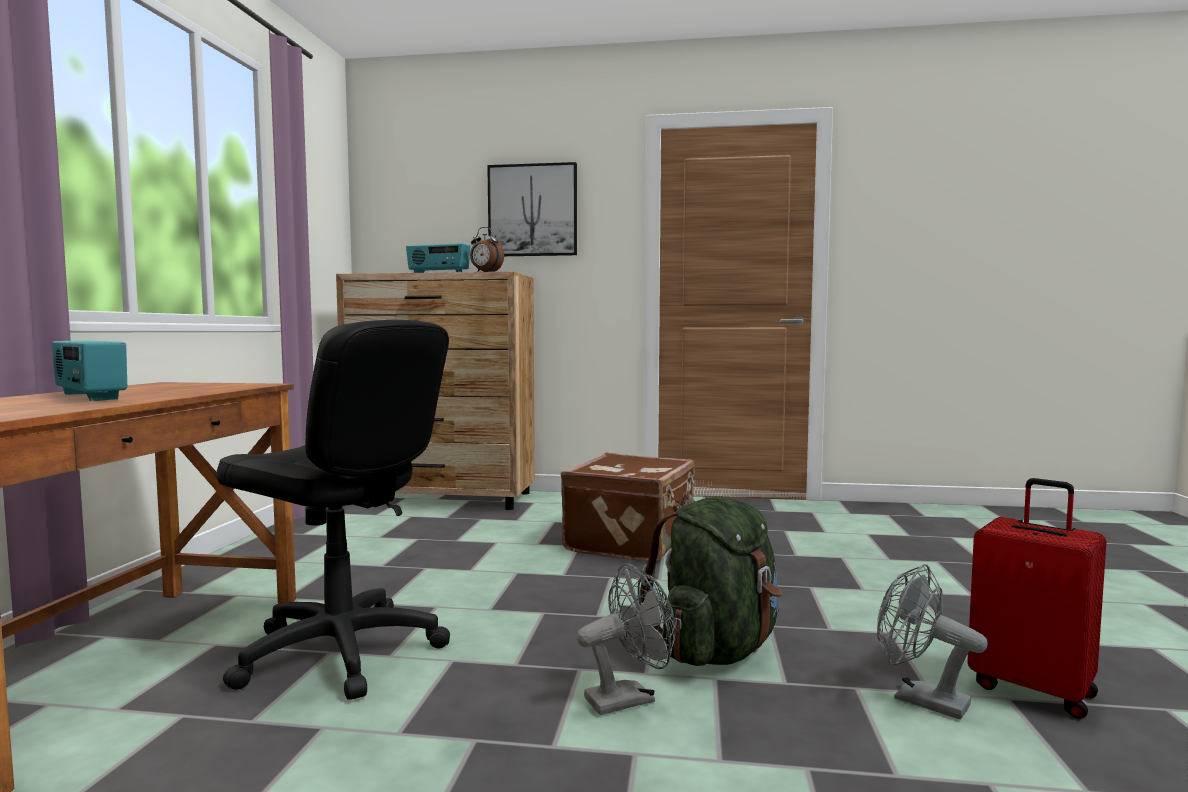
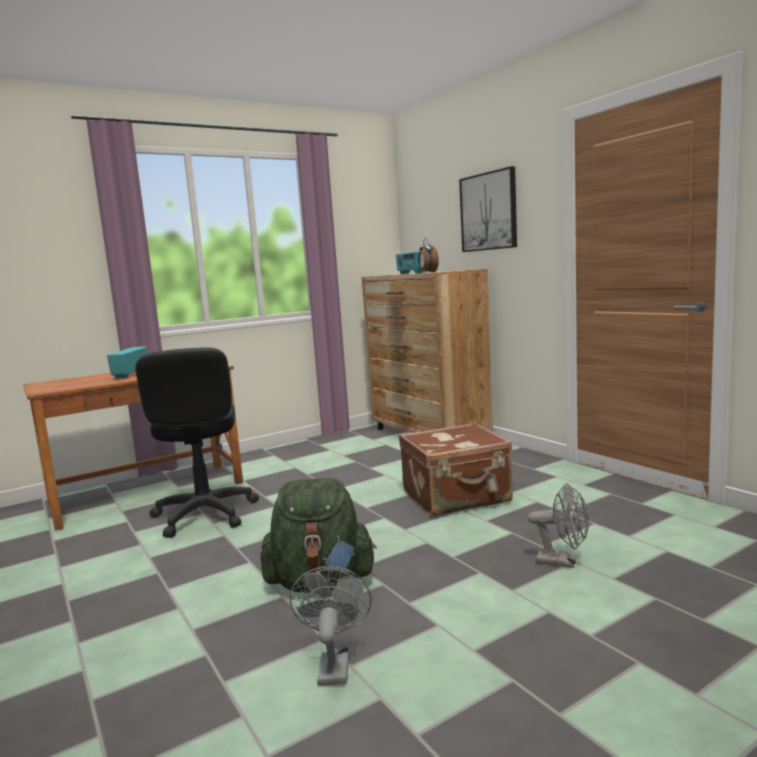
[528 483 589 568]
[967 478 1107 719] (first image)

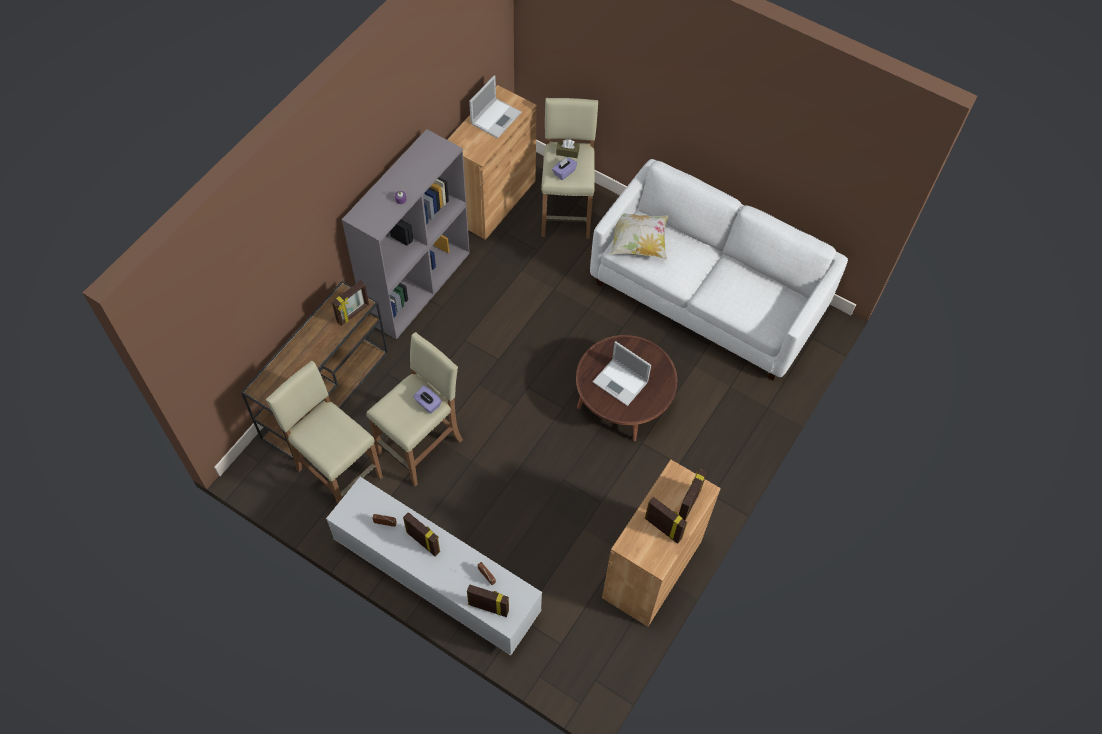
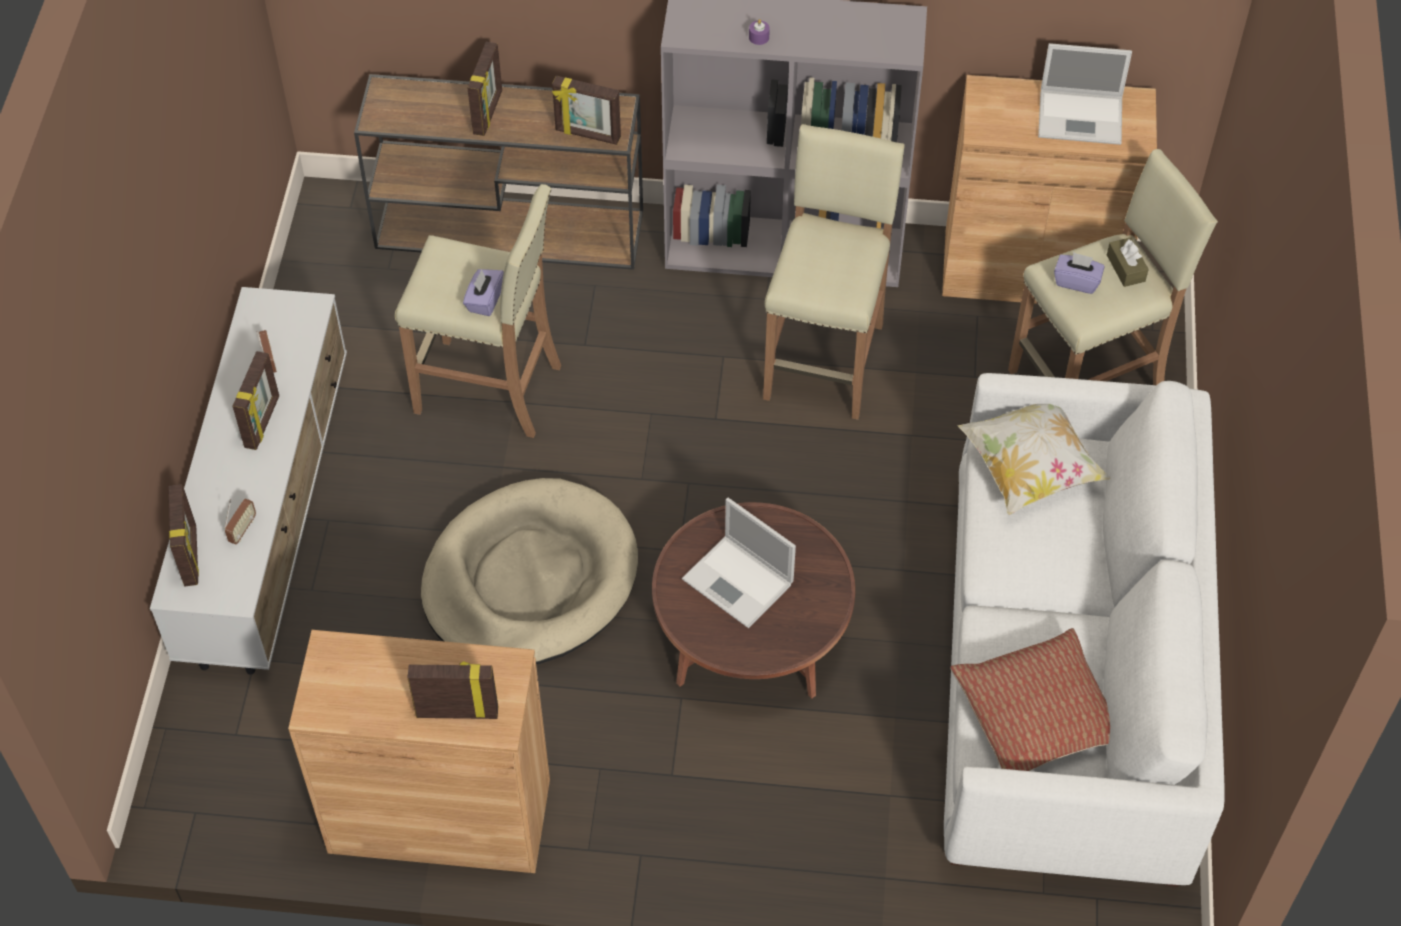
[763 124 905 420]
[682 498 796 628]
[467 42 502 136]
[421 478 638 664]
[950 628 1110 771]

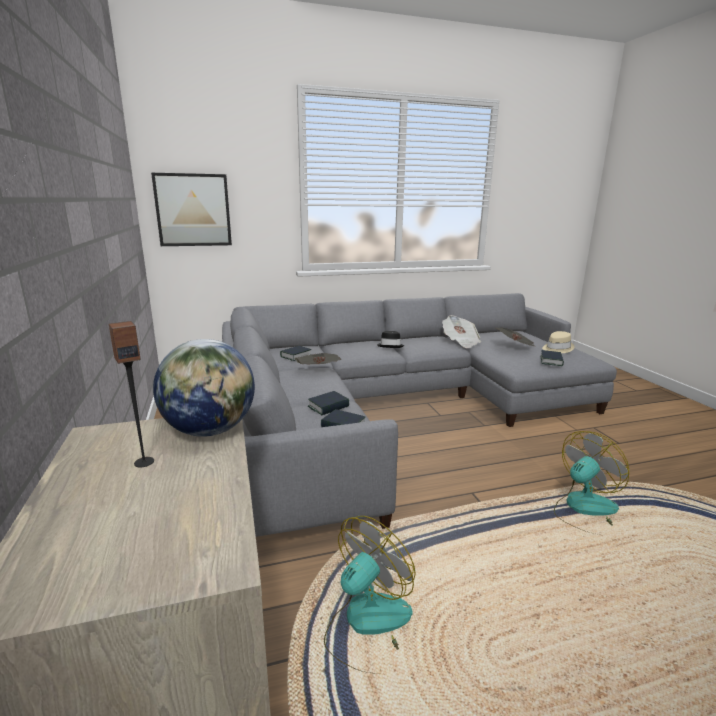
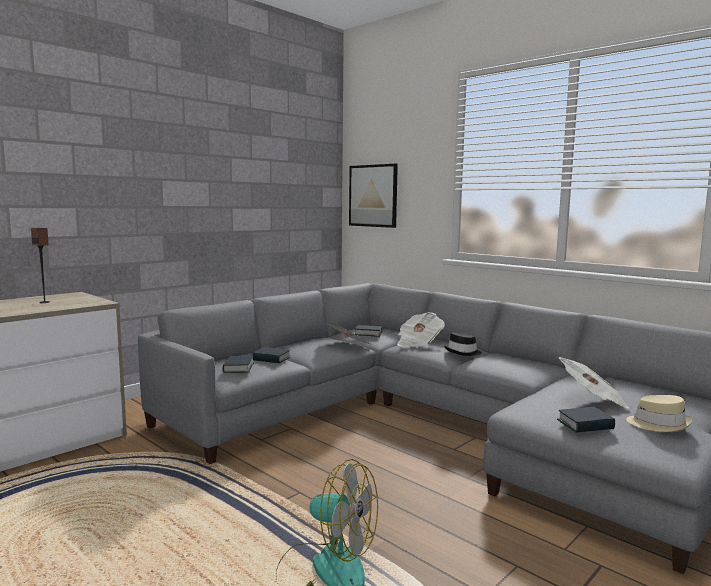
[153 339 255 437] (first image)
[324 516 416 674] (first image)
[397 312 445 347]

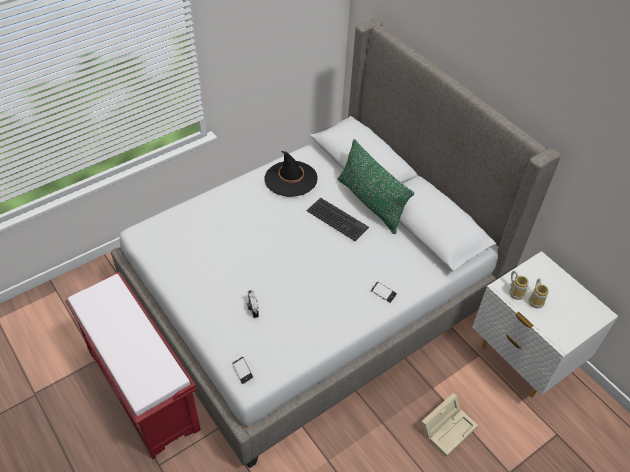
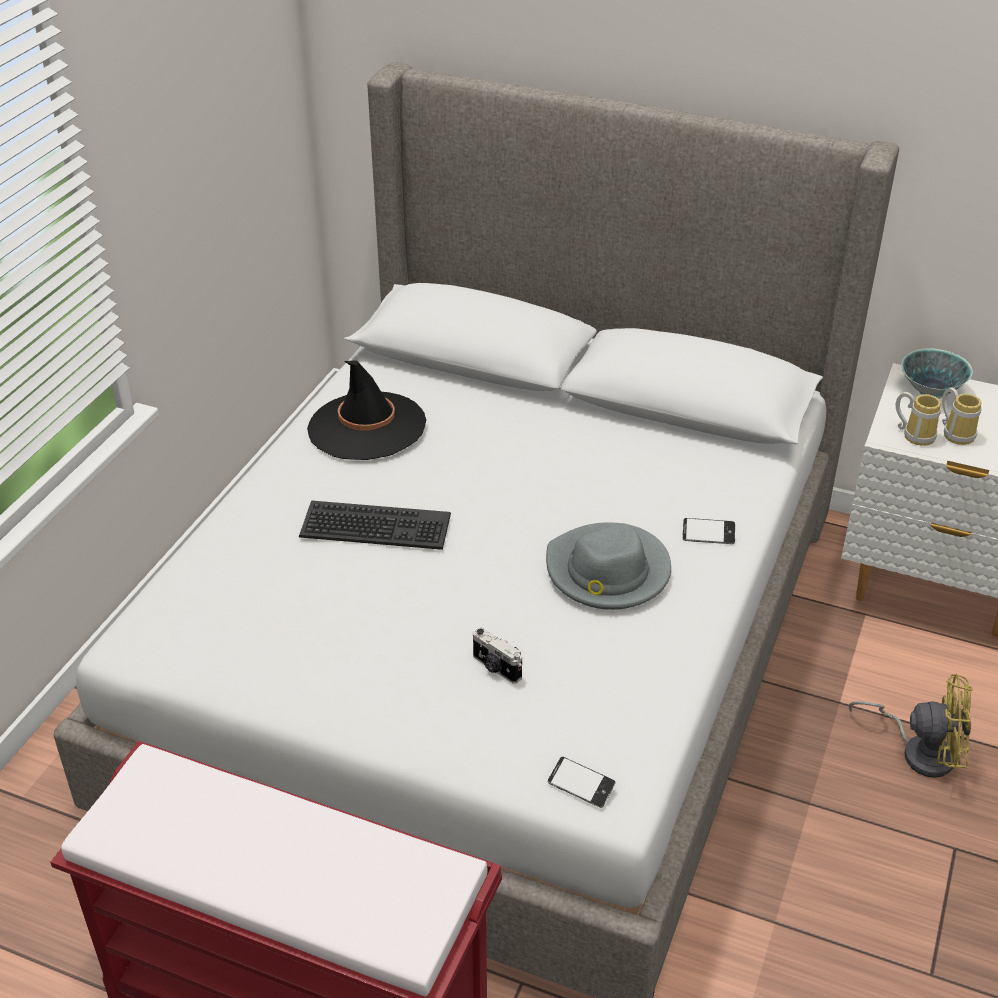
[299 500 451 550]
[338 139 414 234] (first image)
[849 674 973 778]
[546 522 671 610]
[901 348 973 399]

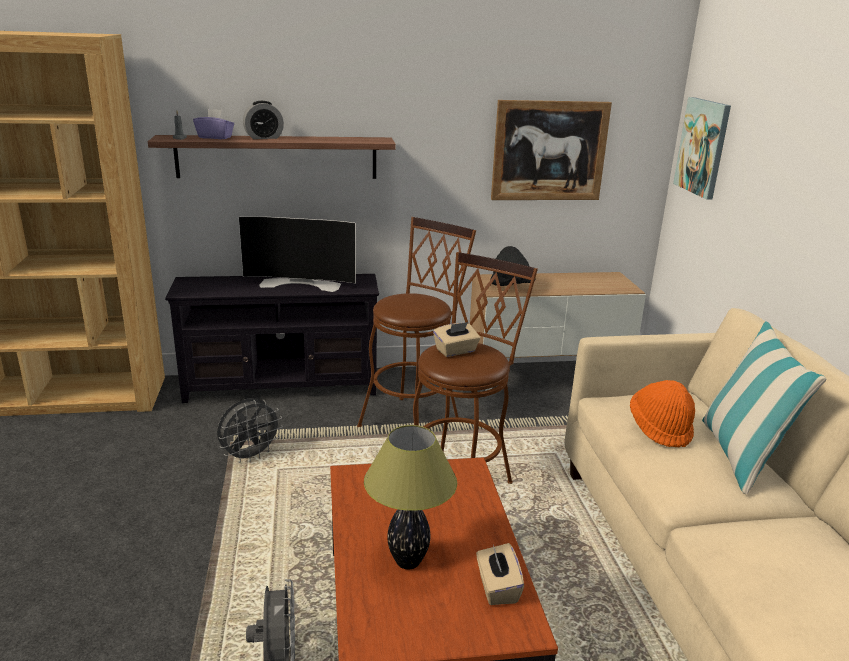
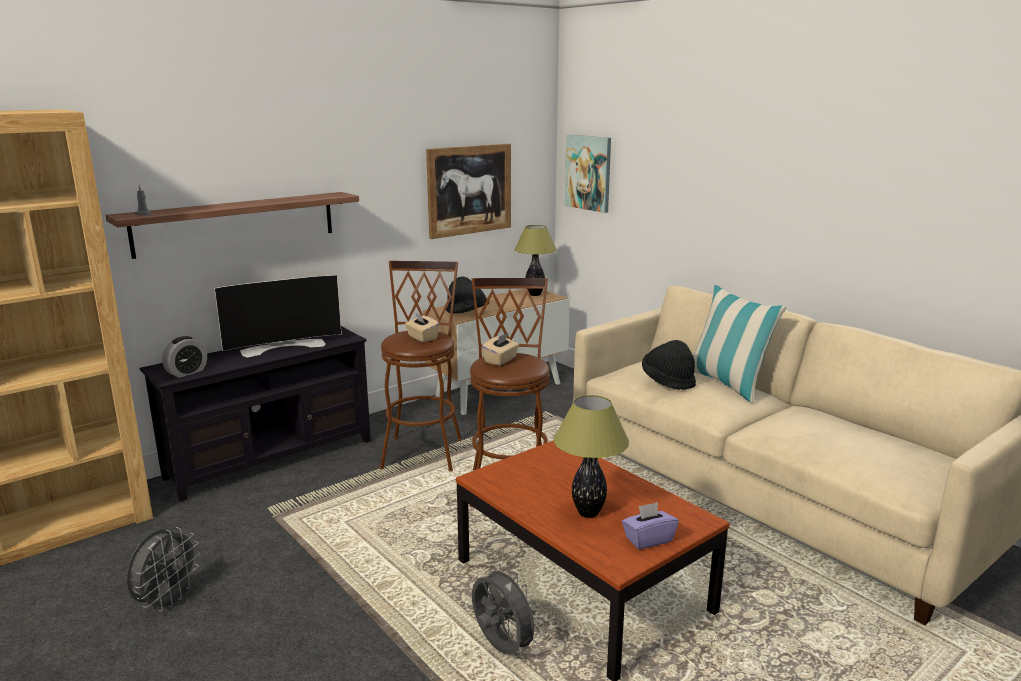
[622 502 679 549]
[127 527 200 612]
[162 336 207 378]
[405 312 439 342]
[642 340 696 390]
[514 225 557 296]

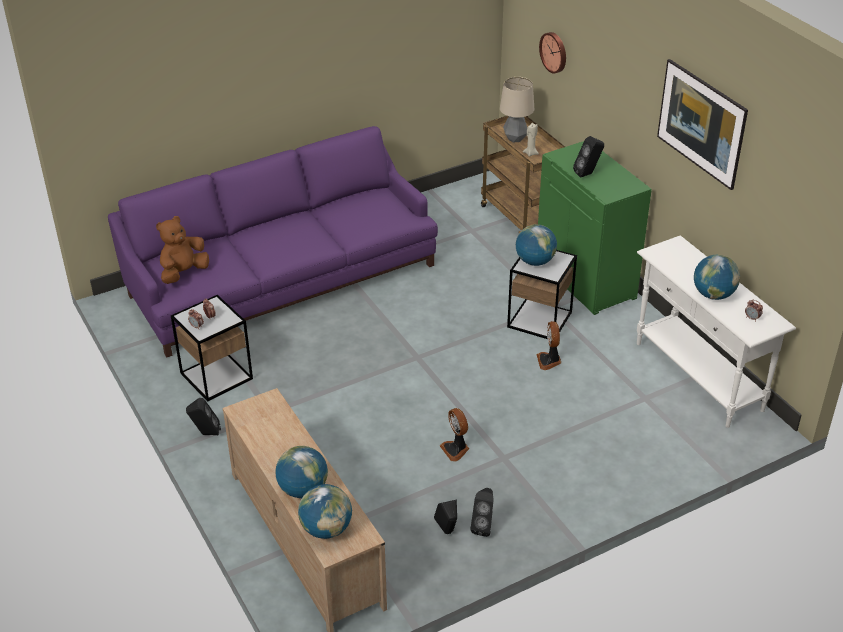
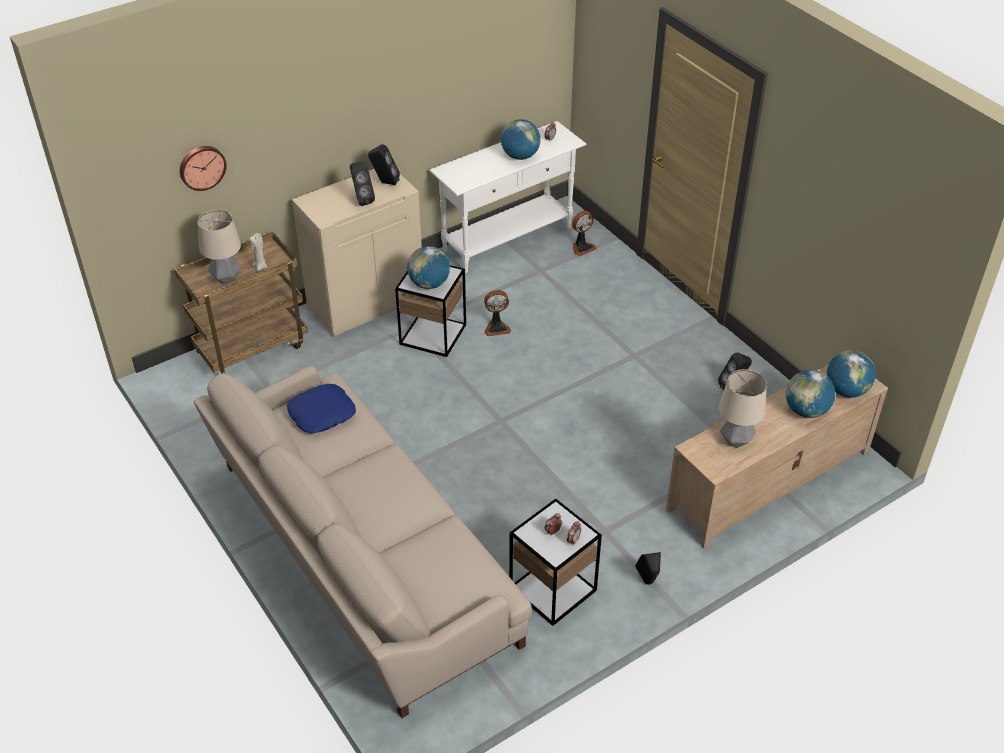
[194 366 532 718]
[156 216 209 284] (first image)
[572 211 597 256]
[368 144 400 185]
[292 169 422 337]
[657 59 748 190] (first image)
[287 384 356 433]
[719 369 767 448]

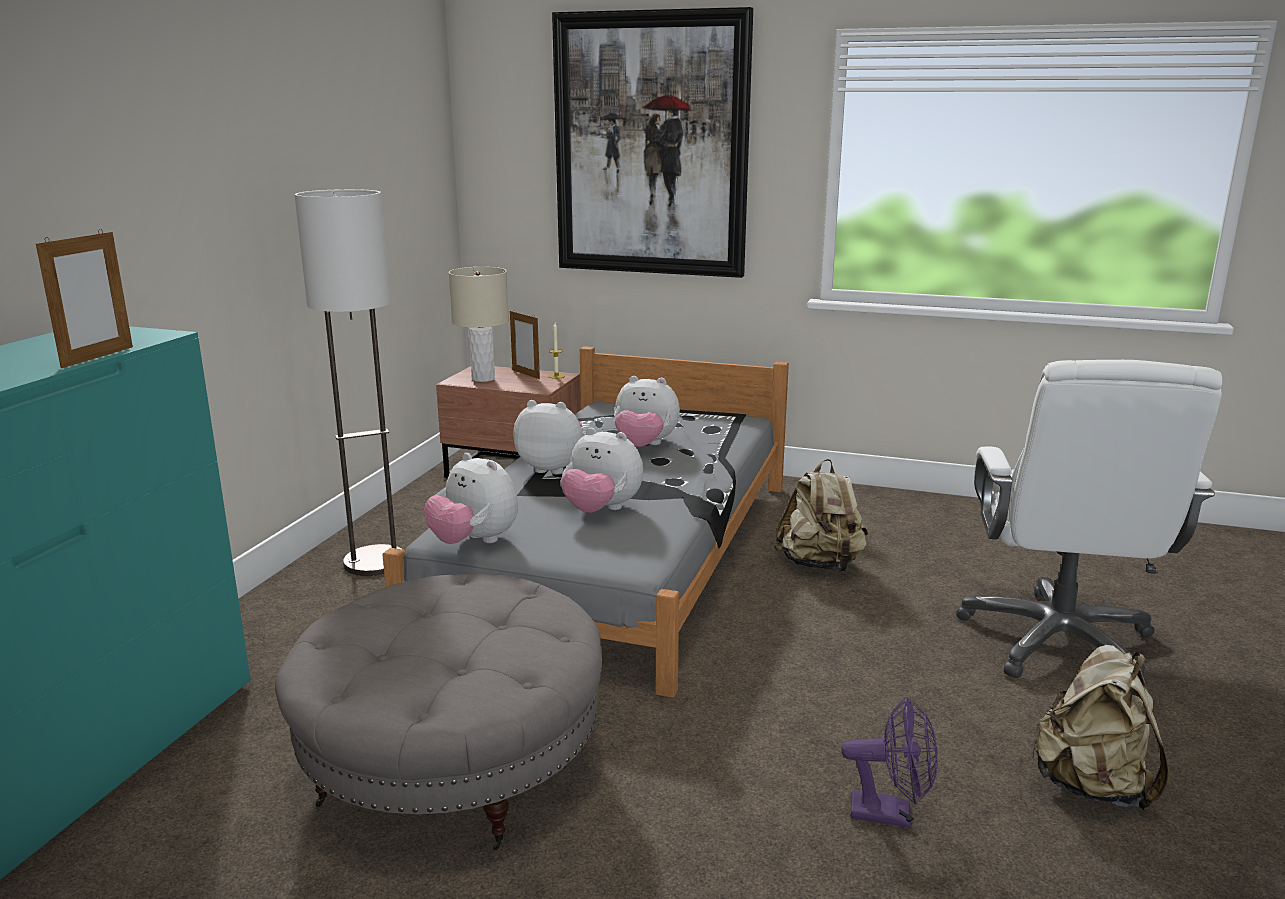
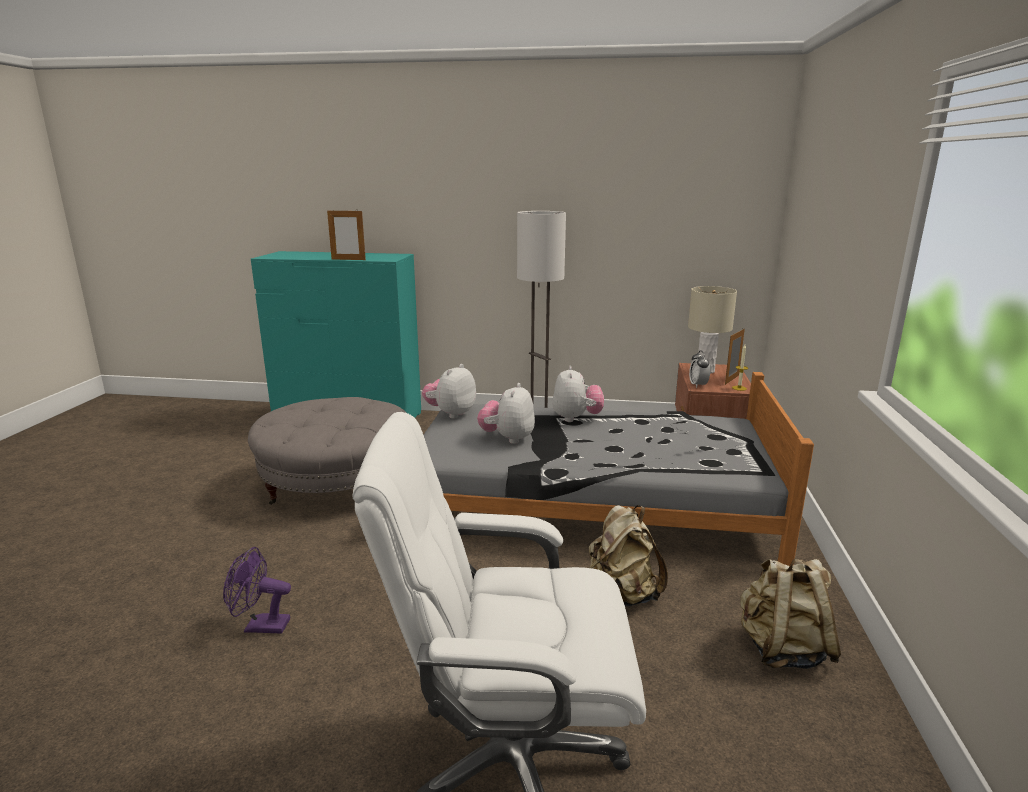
[552 7 753 278] (first image)
[614 376 680 447] (first image)
[223 547 291 634]
[740 559 841 669]
[689 350 710 388]

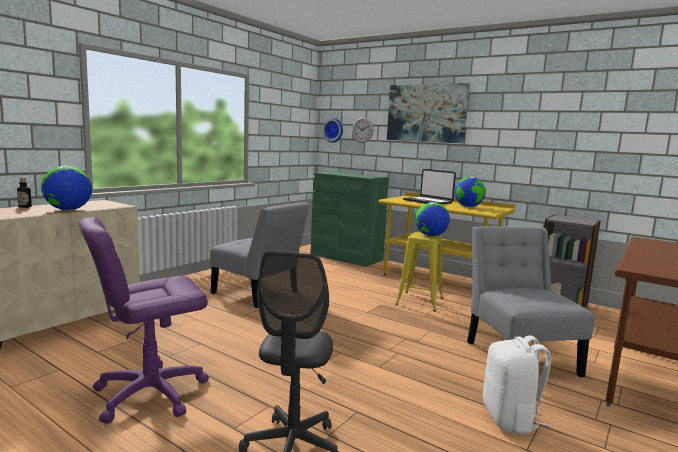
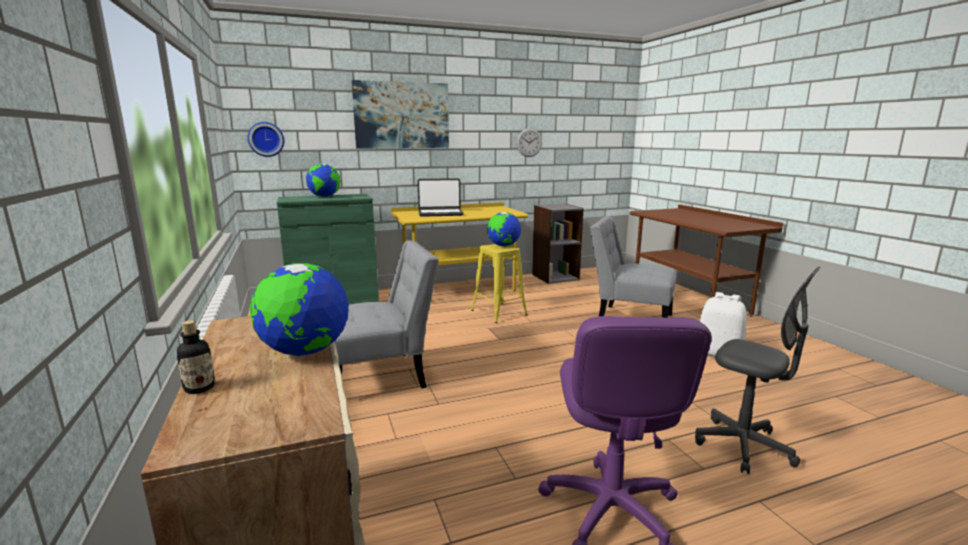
[517 128 542 157]
[306 164 340 197]

